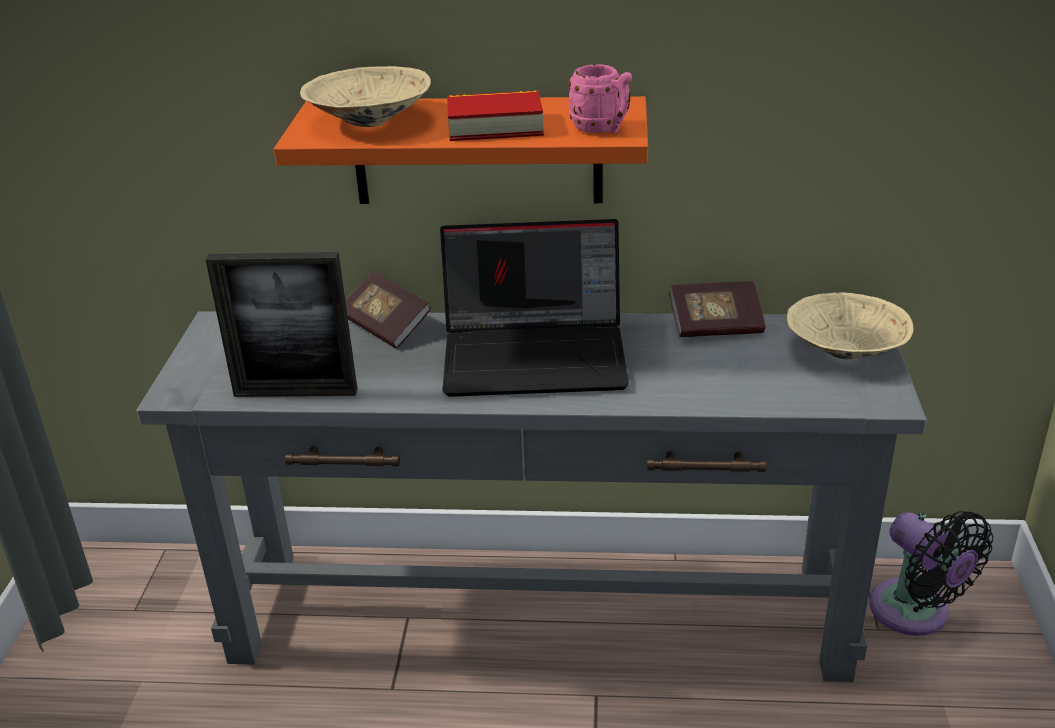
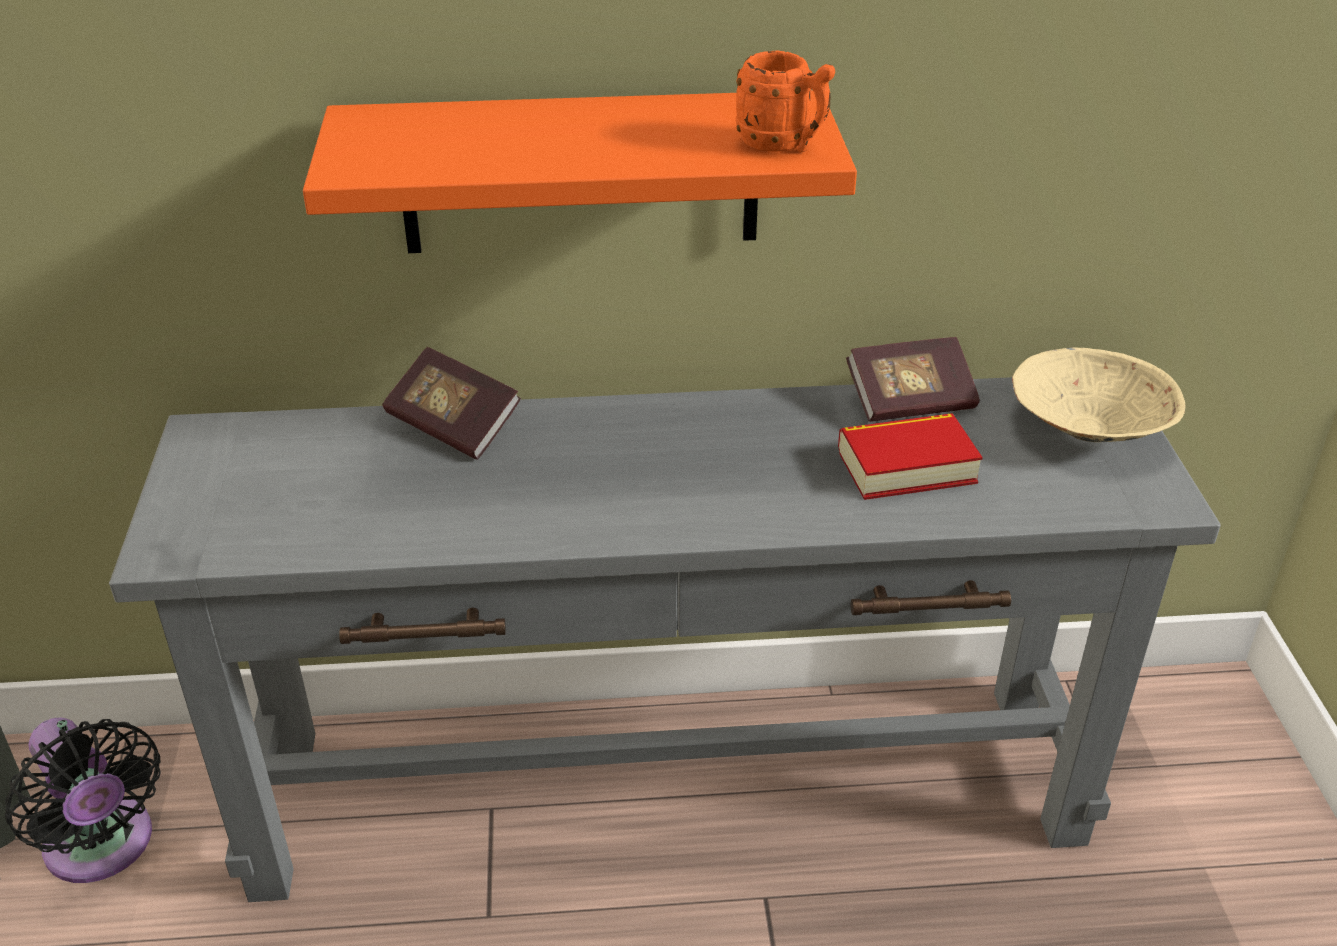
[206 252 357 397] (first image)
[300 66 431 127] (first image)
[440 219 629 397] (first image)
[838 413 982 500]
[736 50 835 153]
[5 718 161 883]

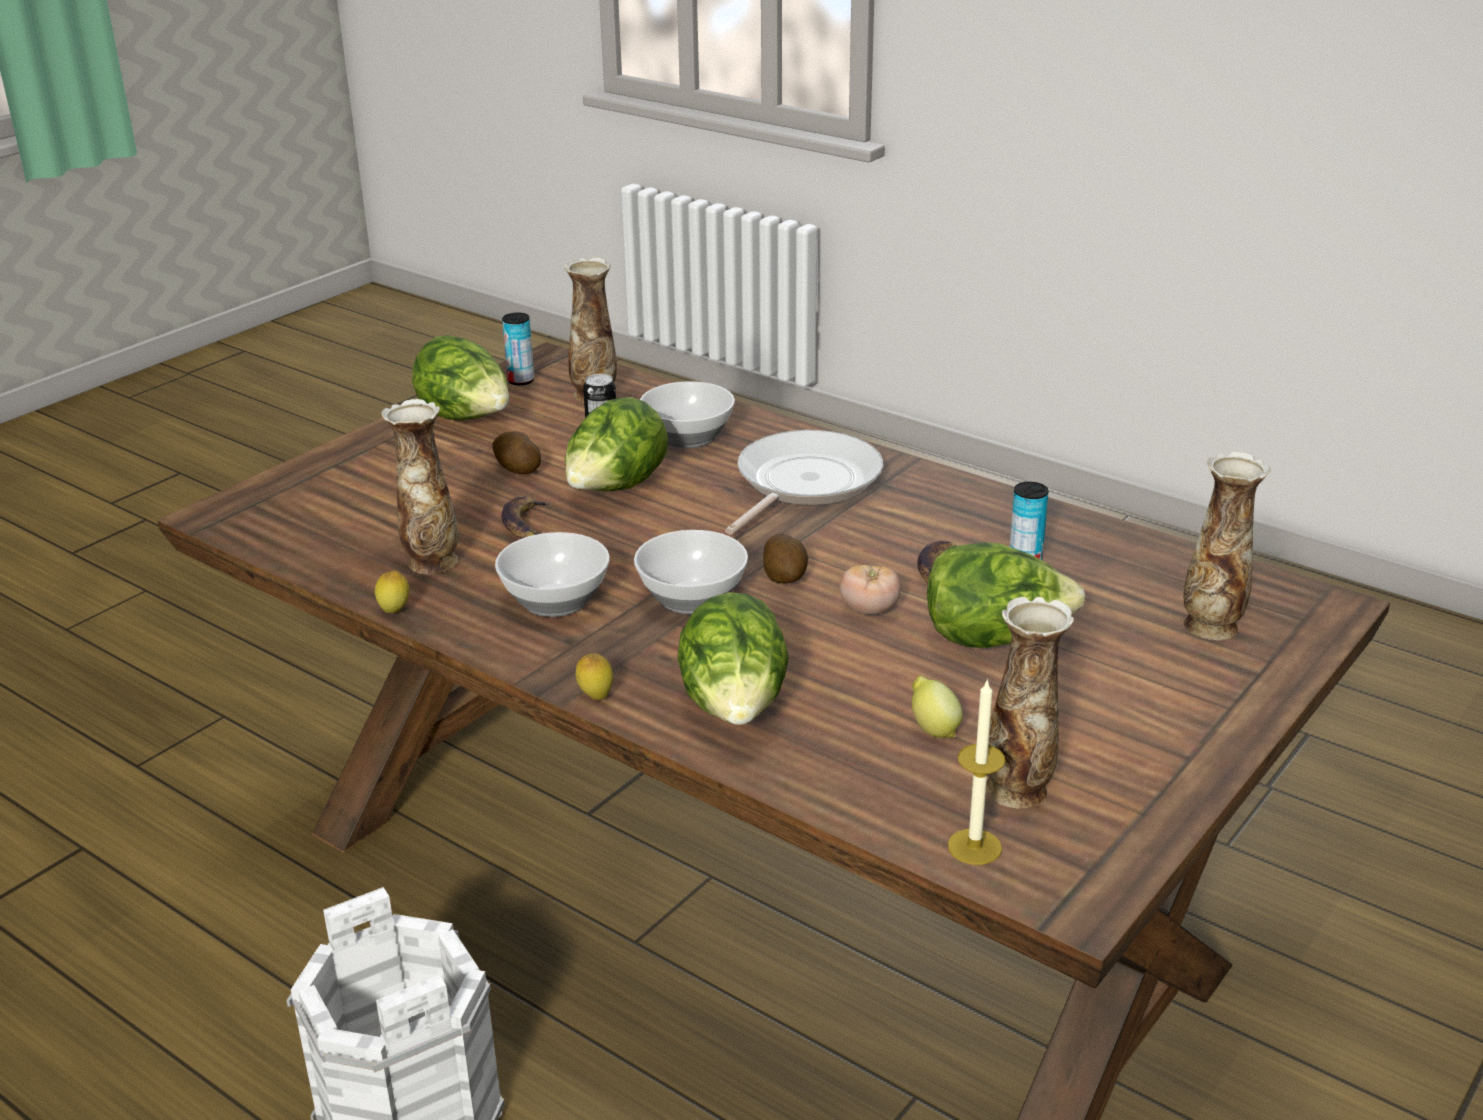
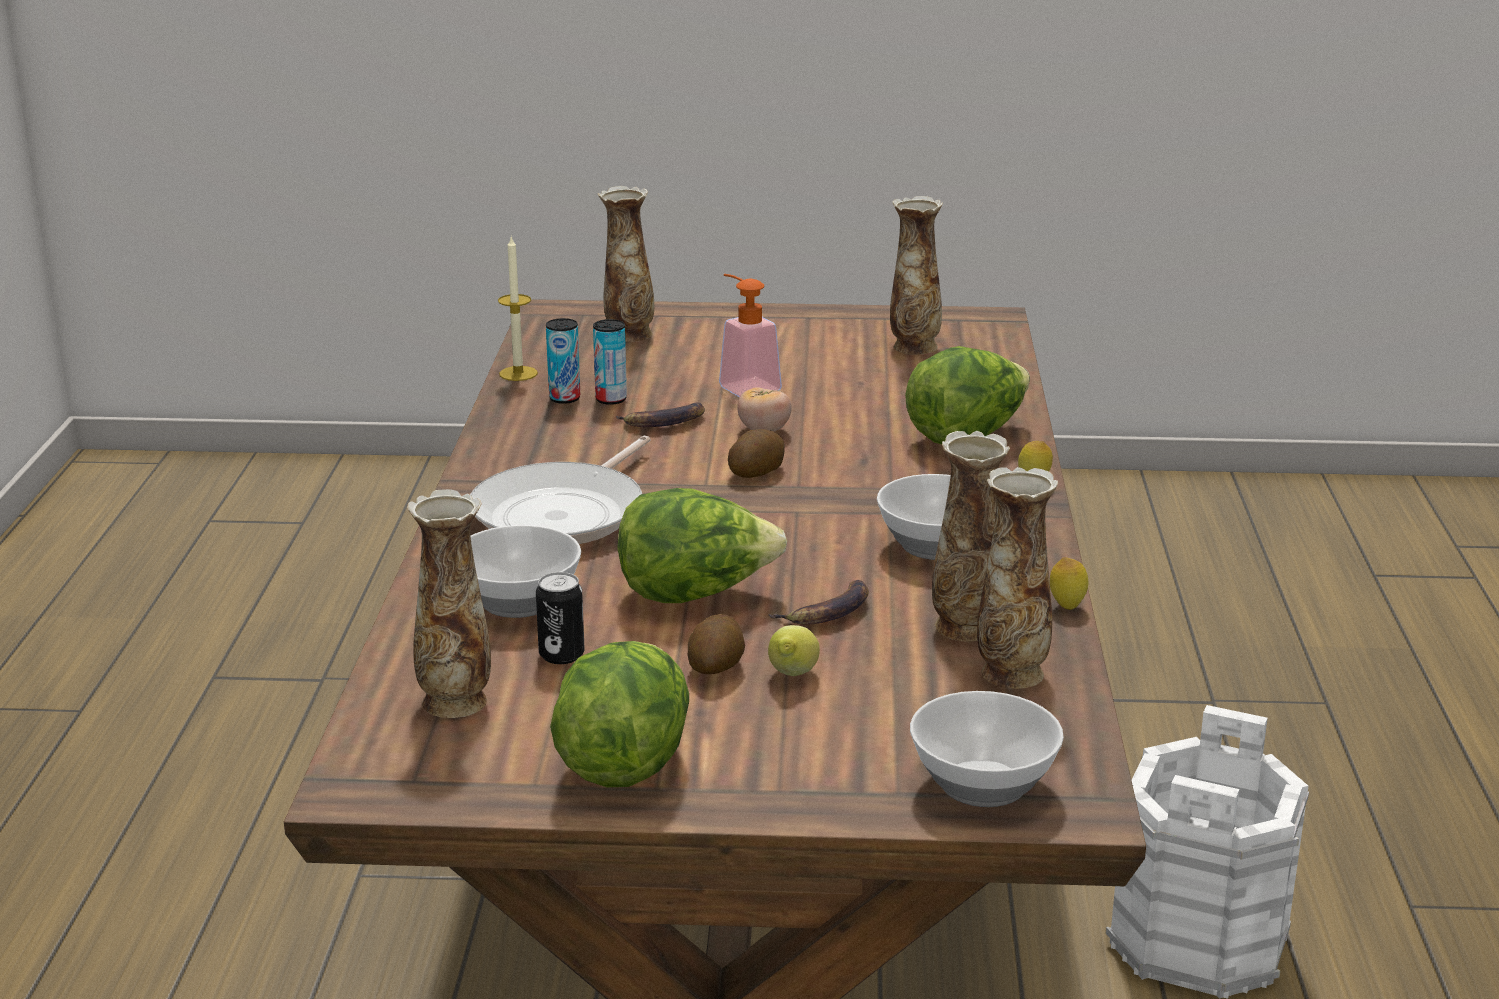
[546 318 581 404]
[910 691 1064 807]
[470 436 651 544]
[768 625 820 676]
[719 274 782 398]
[498 235 538 381]
[977 467 1058 689]

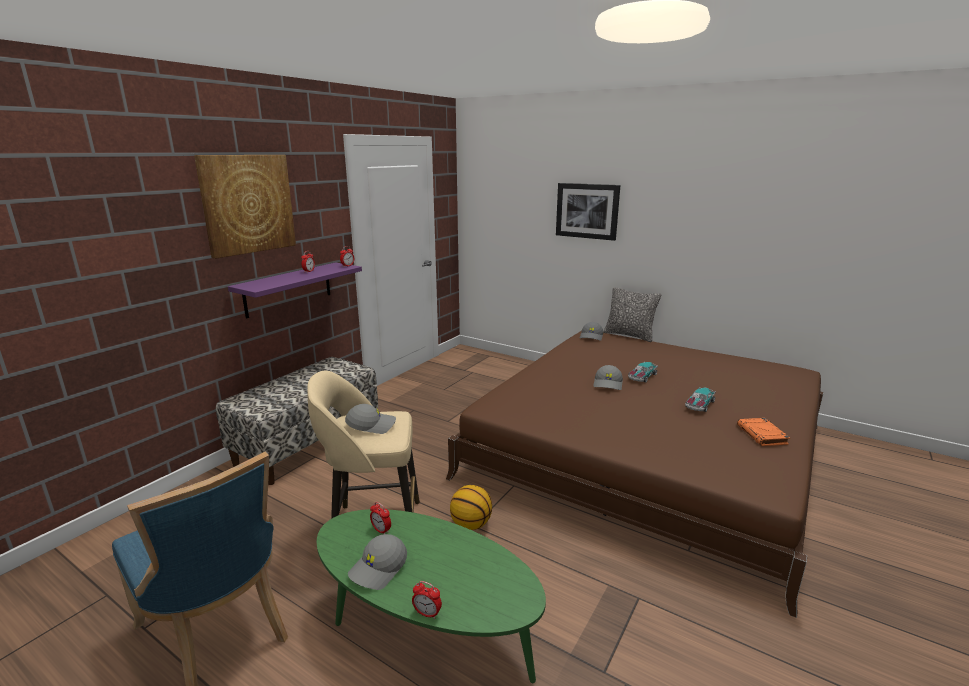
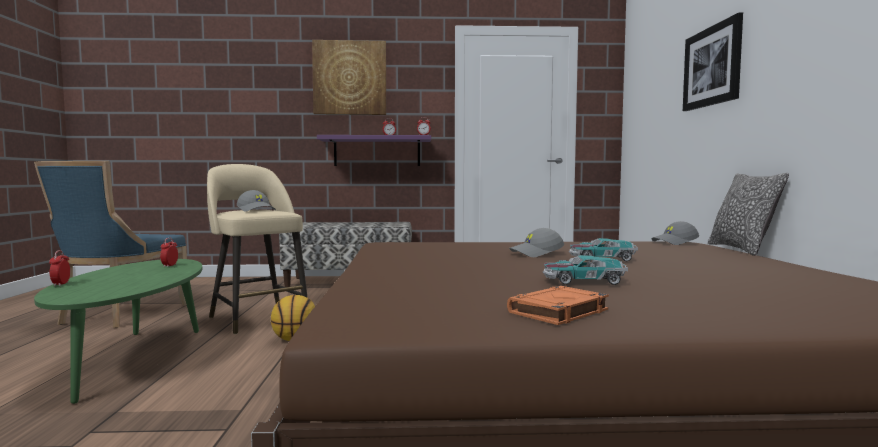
[348 534 407 590] (first image)

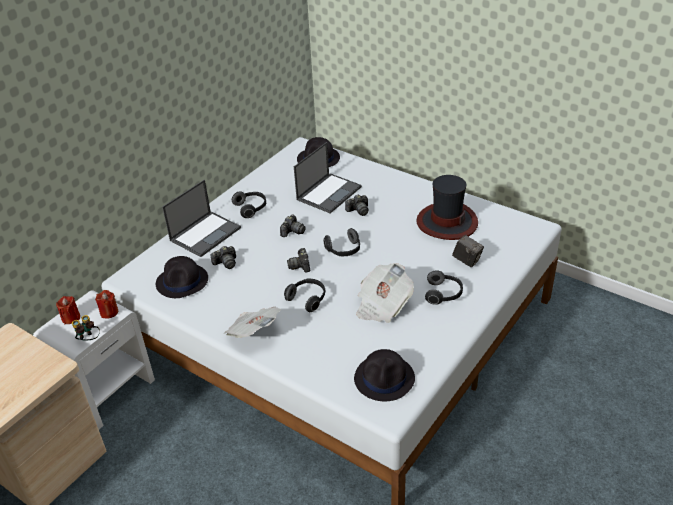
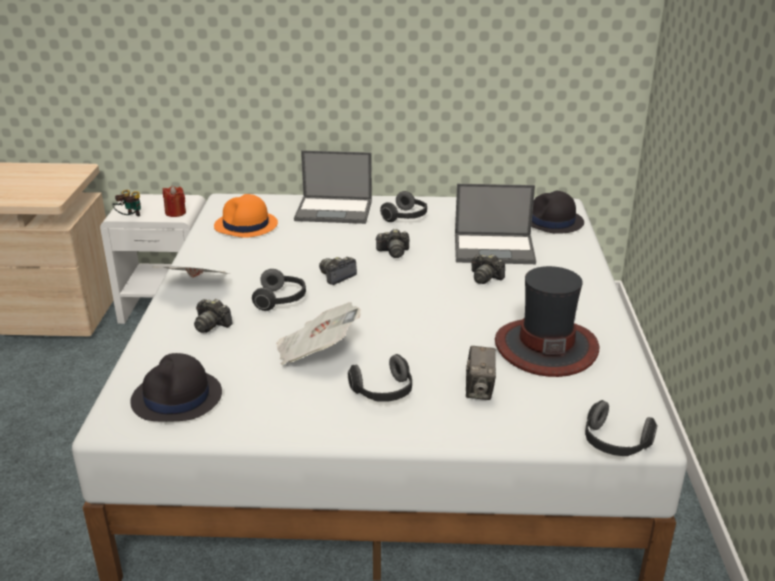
[56 296 80 324] (first image)
[214 194 278 238]
[194 299 233 333]
[585 400 657 456]

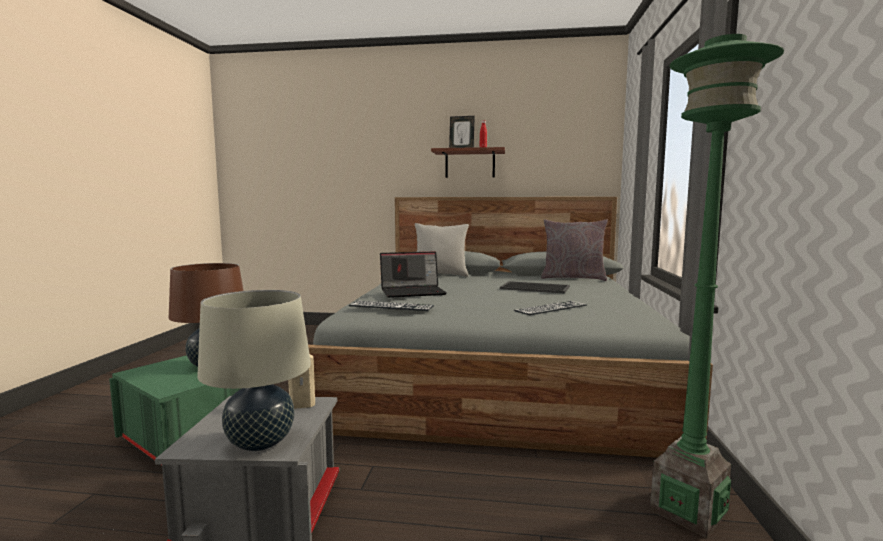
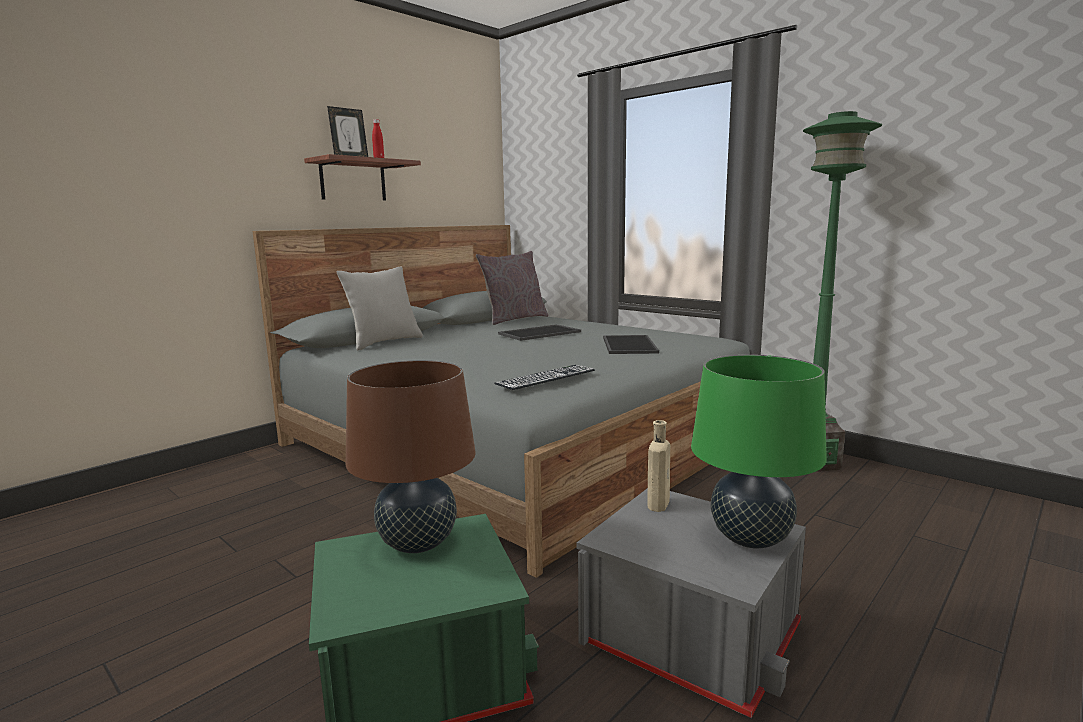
[691 355 827 548]
[380 252 447 298] (first image)
[603 335 659 354]

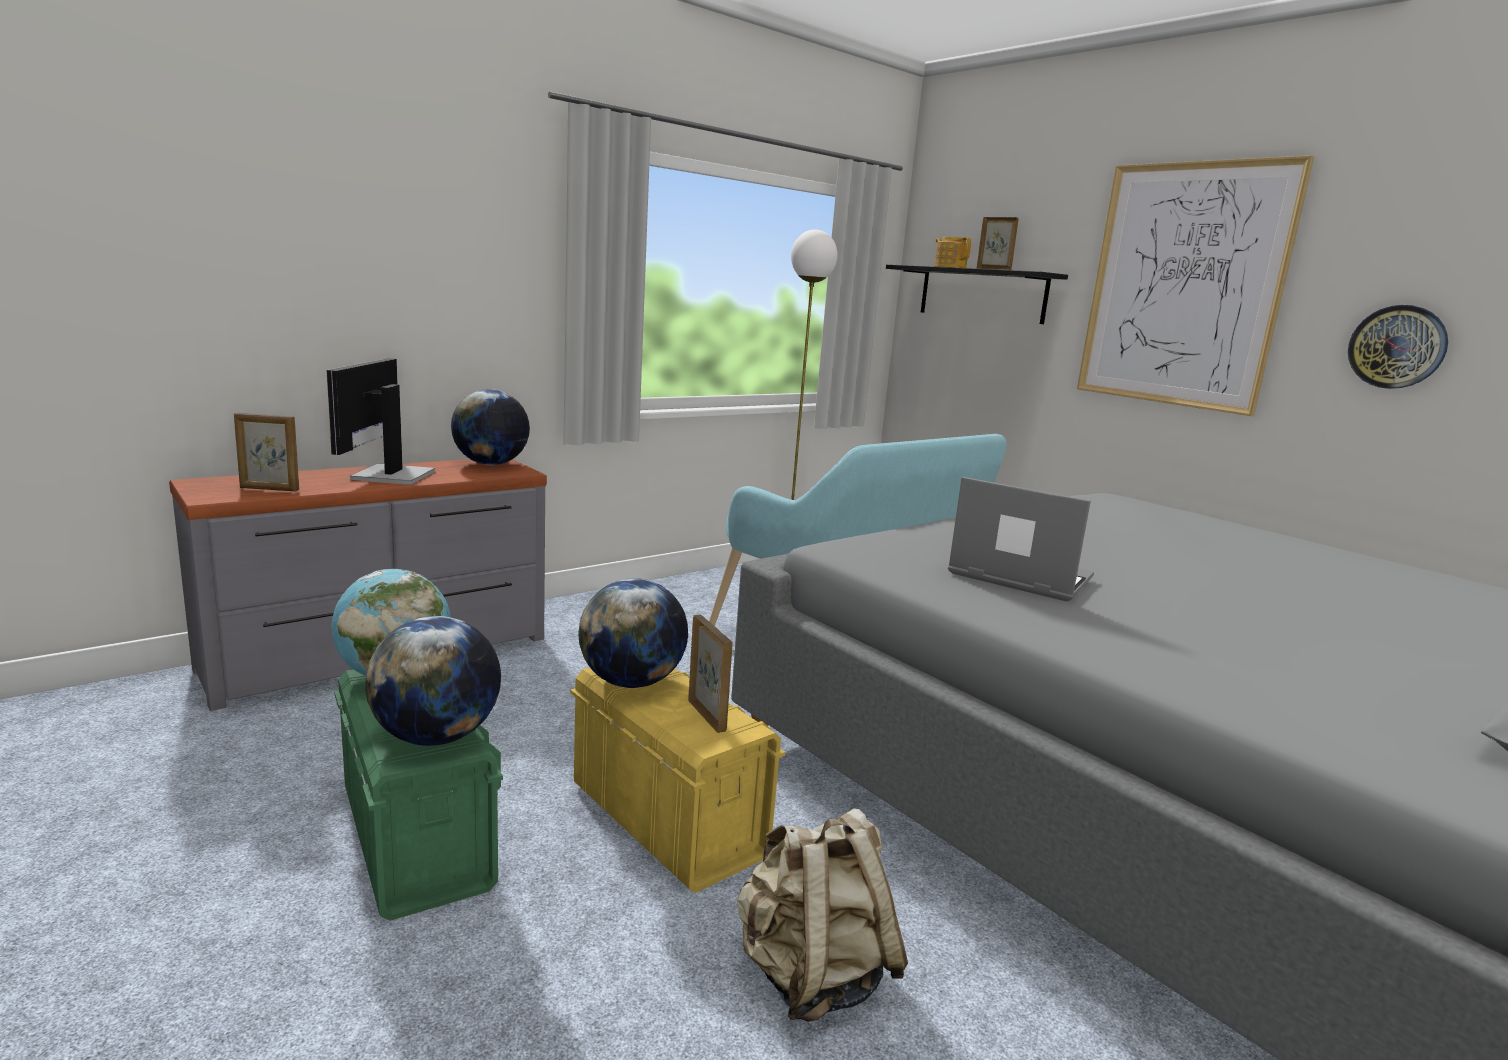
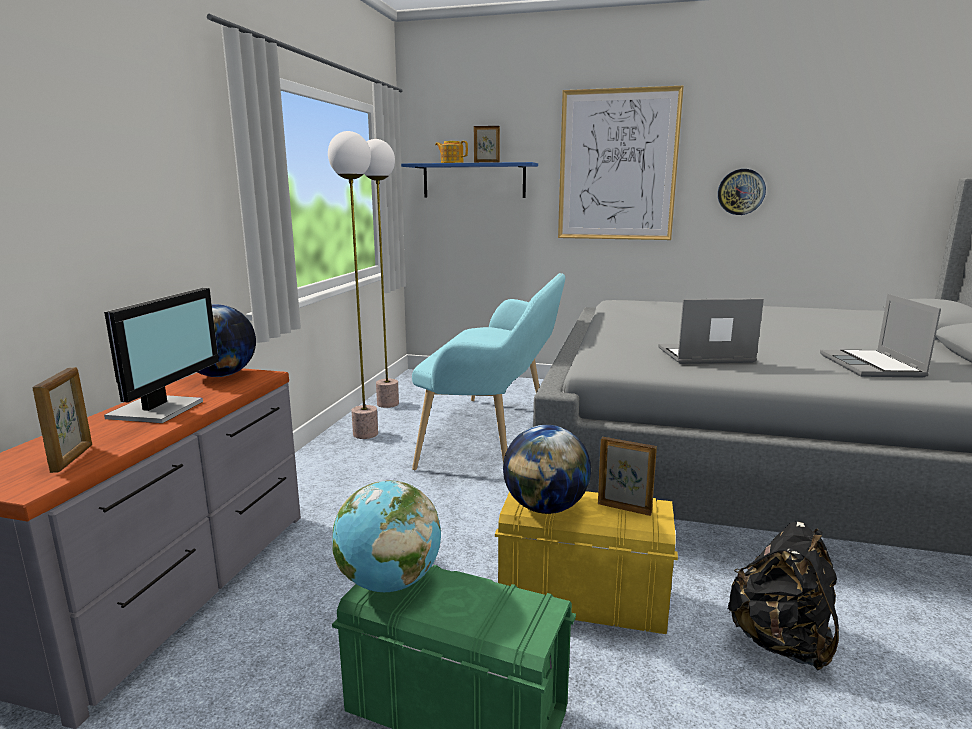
[33 367 92 473]
[104 288 219 423]
[365 616 501 746] (first image)
[728 522 839 670]
[401 162 538 198]
[328 131 378 439]
[820 294 941 377]

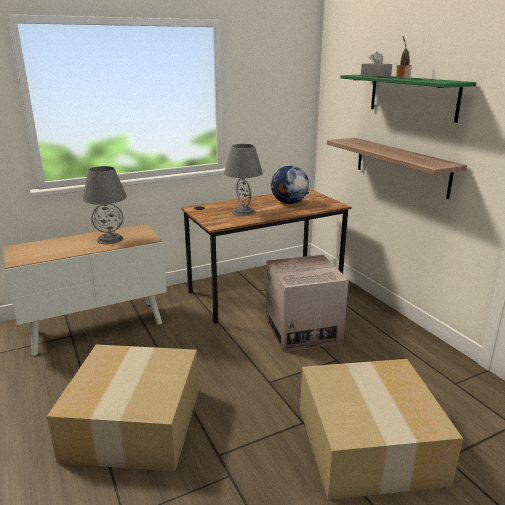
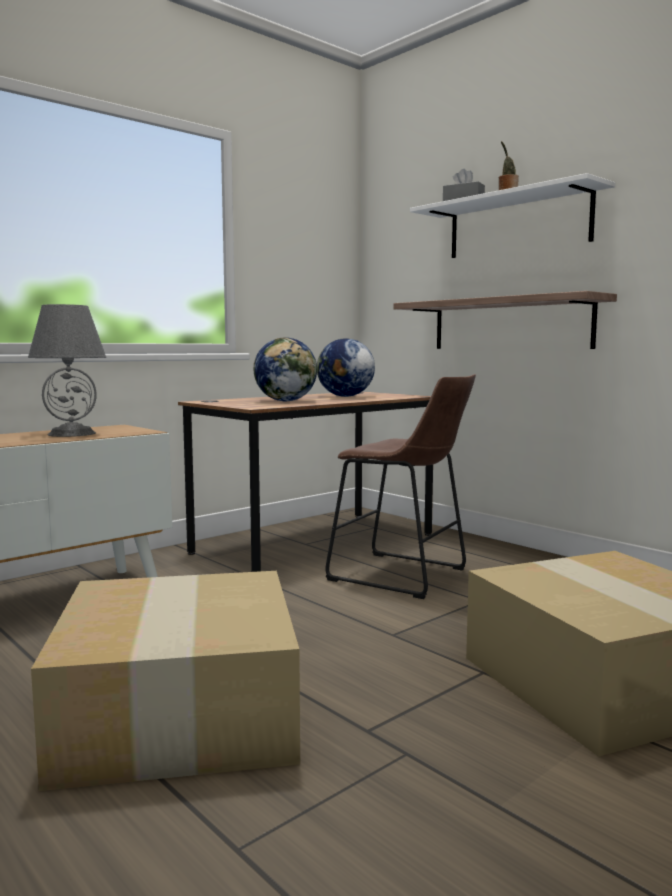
[254 337 317 401]
[326 374 476 599]
[410 173 615 258]

